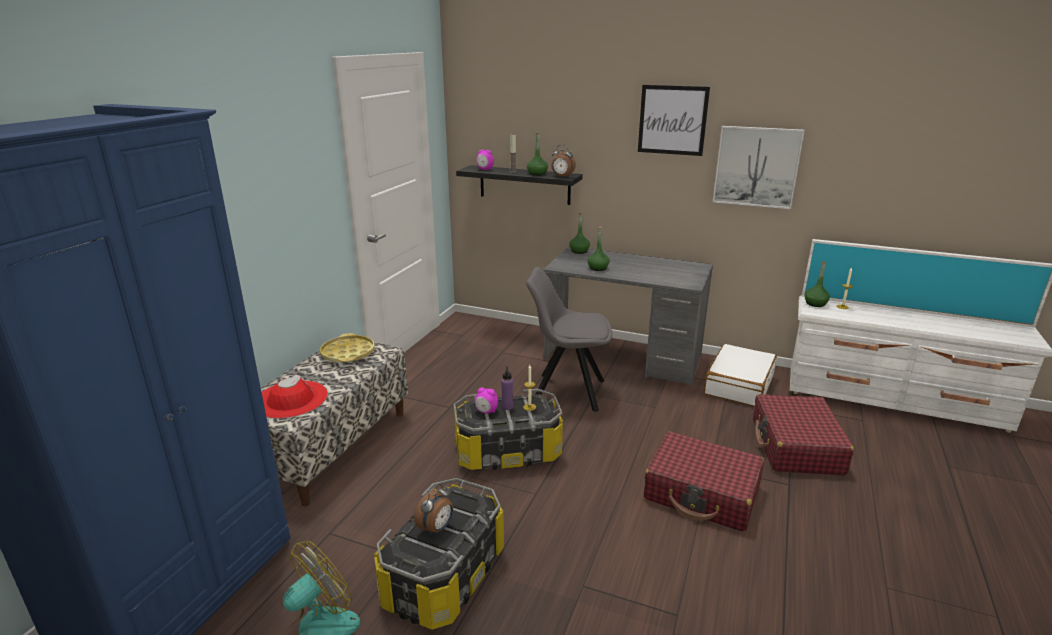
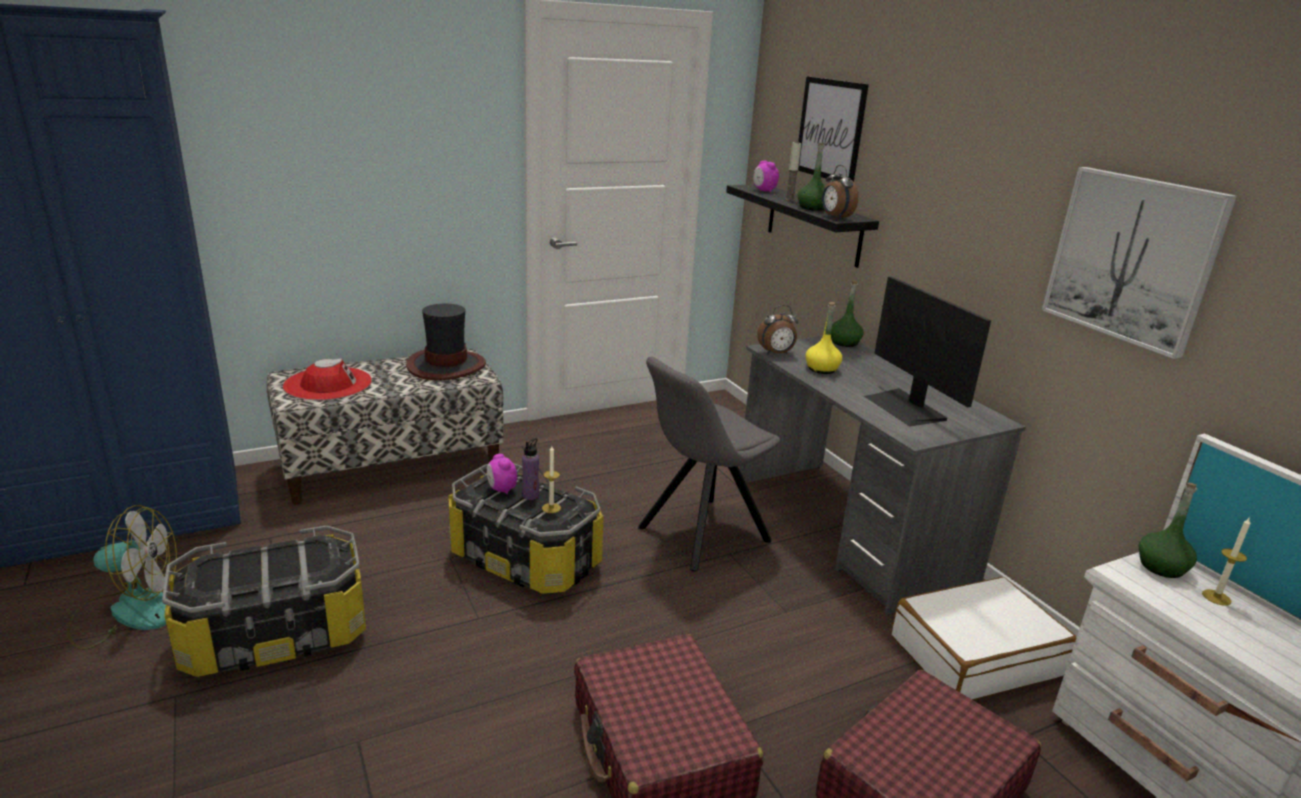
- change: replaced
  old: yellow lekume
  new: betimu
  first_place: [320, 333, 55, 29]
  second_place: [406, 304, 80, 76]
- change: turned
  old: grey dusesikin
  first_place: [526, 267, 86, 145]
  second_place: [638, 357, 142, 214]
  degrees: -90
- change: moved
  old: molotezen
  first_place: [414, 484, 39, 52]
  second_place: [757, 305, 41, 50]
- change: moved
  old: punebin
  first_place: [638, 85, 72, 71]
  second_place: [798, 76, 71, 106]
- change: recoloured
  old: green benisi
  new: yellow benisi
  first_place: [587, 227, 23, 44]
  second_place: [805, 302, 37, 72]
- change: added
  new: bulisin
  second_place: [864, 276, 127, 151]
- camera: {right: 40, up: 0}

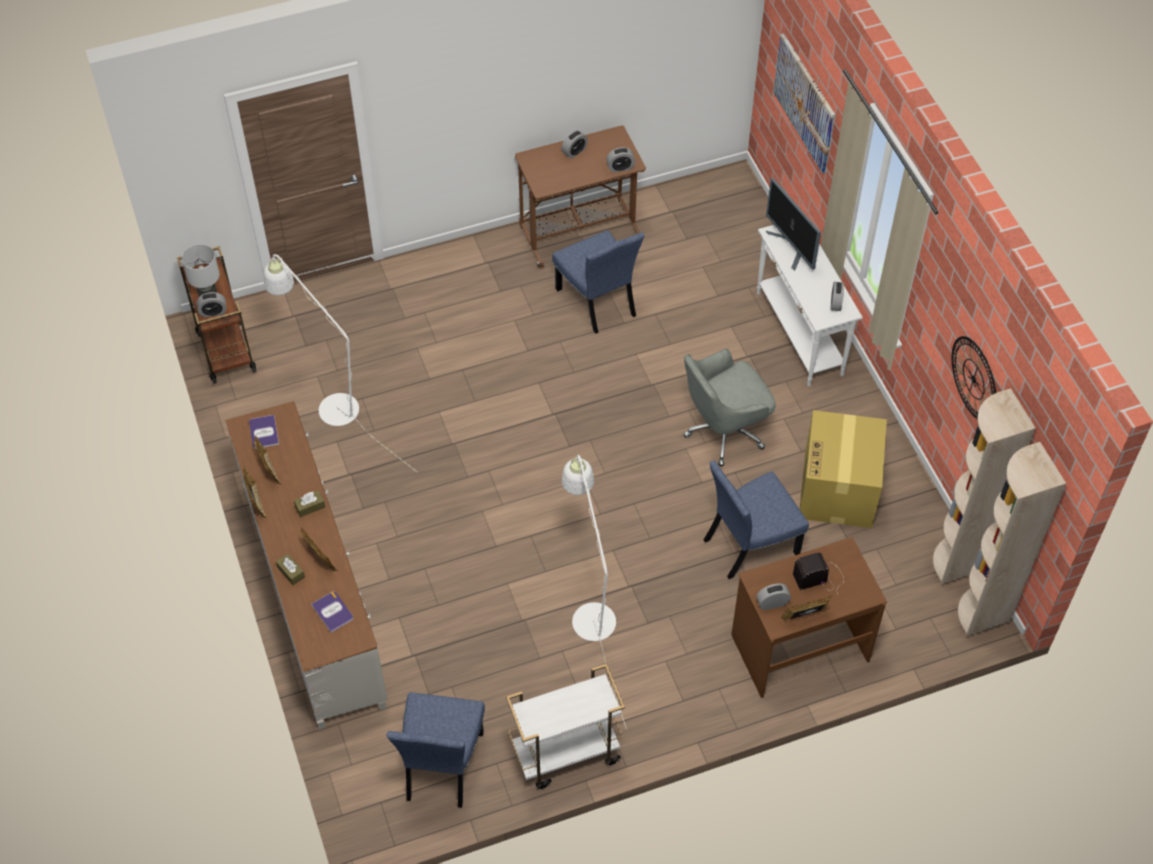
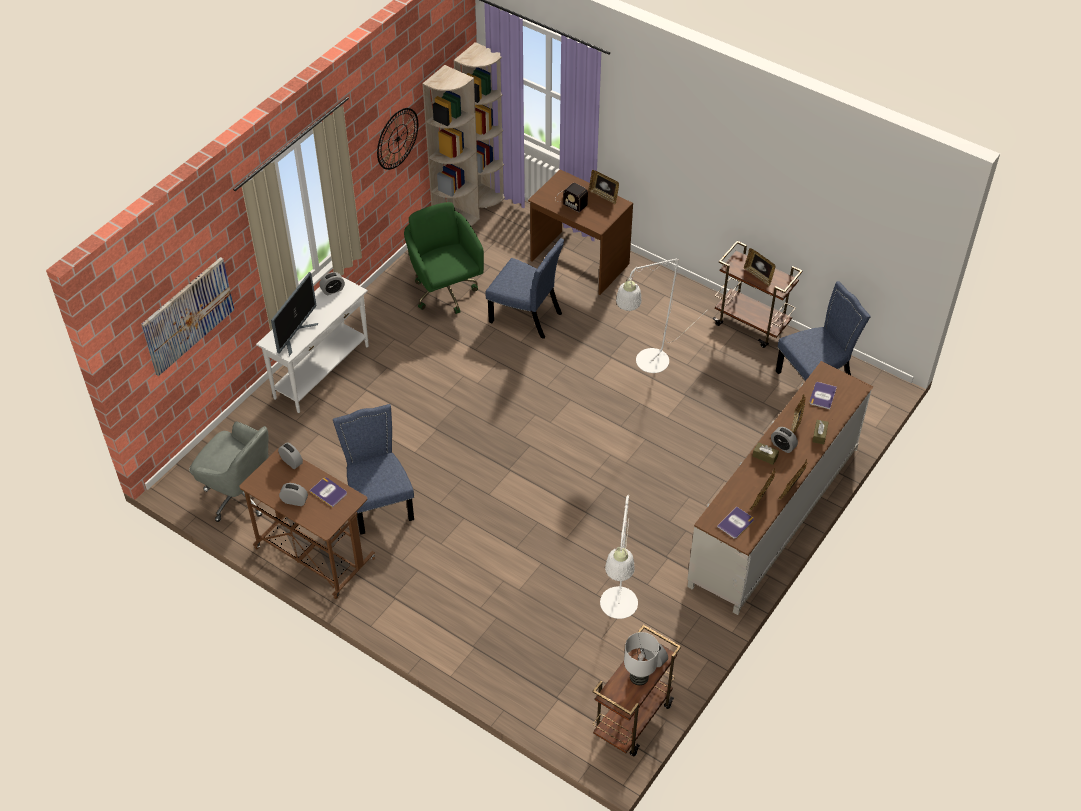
- change: moved
  old: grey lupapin
  first_place: [684, 349, 92, 117]
  second_place: [189, 421, 80, 101]
- change: added
  new: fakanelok
  second_place: [309, 477, 38, 31]
- change: turned
  old: blue dusesikin
  first_place: [552, 230, 92, 104]
  second_place: [333, 404, 81, 131]
  degrees: -45
- change: replaced
  old: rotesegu
  new: green lupapin
  first_place: [800, 410, 87, 118]
  second_place: [404, 202, 80, 112]
- change: recoloured
  old: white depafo
  new: brown depafo
  first_place: [506, 664, 119, 125]
  second_place: [712, 241, 91, 107]
- change: added
  new: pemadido
  second_place: [744, 248, 32, 38]
- change: moved
  old: molotezen
  first_place: [757, 584, 34, 26]
  second_place: [771, 427, 27, 26]
- camera: {right: -125, up: -5}

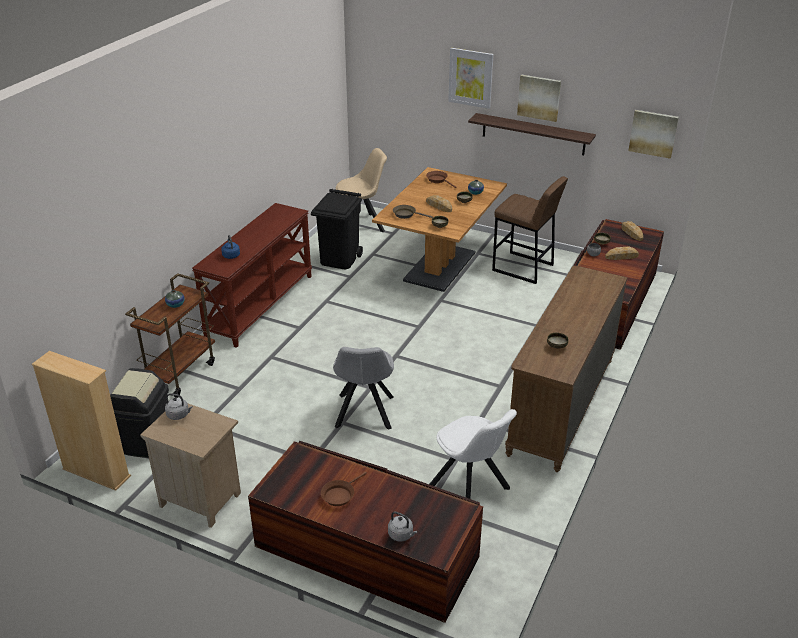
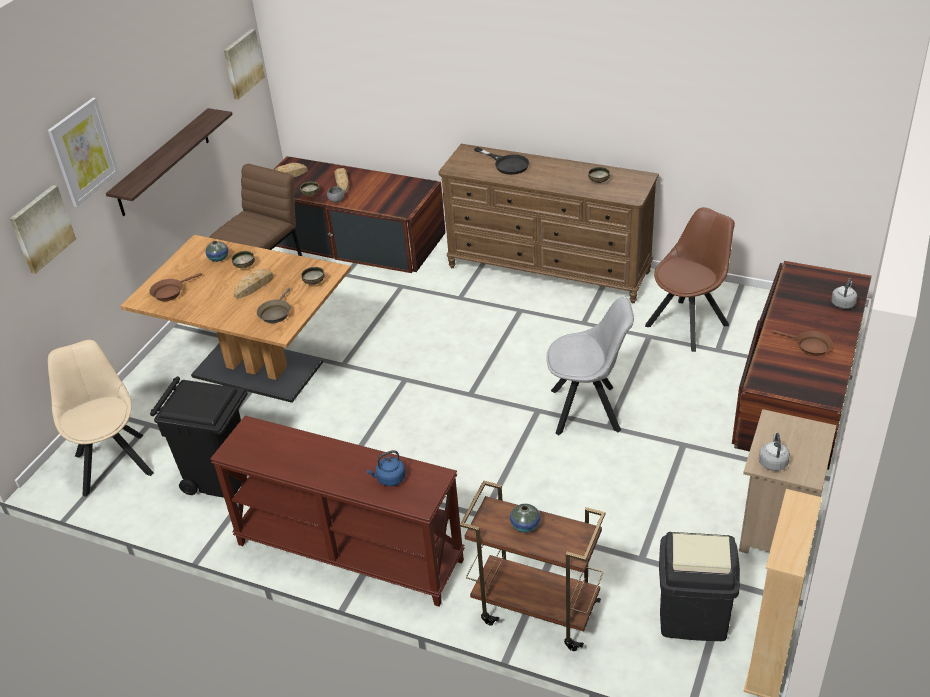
- change: moved
  old: punebin
  first_place: [517, 74, 44, 48]
  second_place: [10, 185, 66, 89]
- change: added
  new: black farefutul
  second_place: [474, 147, 55, 28]
- change: recoloured
  old: white dusesikin
  new: brown dusesikin
  first_place: [429, 409, 88, 90]
  second_place: [645, 207, 90, 145]
- camera: {right: -90, up: 5}

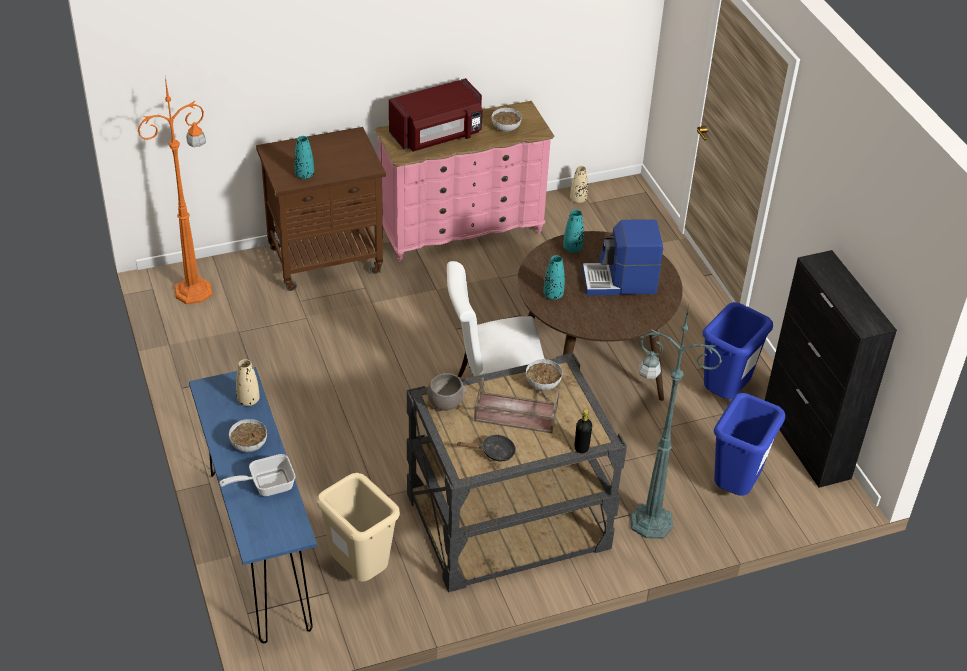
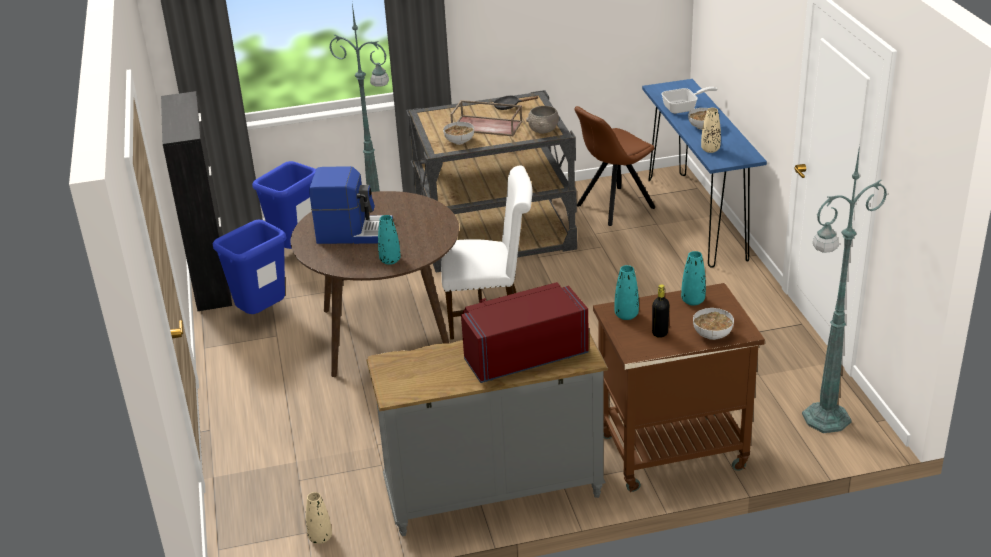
- change: recoloured
  old: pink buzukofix
  new: grey buzukofix
  first_place: [375, 101, 179, 161]
  second_place: [366, 330, 242, 206]
- change: replaced
  old: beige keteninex
  new: brown dusesikin
  first_place: [317, 473, 83, 109]
  second_place: [575, 106, 80, 120]
- change: moved
  old: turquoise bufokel
  first_place: [544, 255, 21, 45]
  second_place: [615, 265, 24, 55]
- change: moved
  old: black benisi
  first_place: [574, 409, 18, 44]
  second_place: [652, 284, 18, 54]
- change: moved
  old: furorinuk
  first_place: [492, 108, 30, 24]
  second_place: [693, 308, 41, 32]
- change: recoloured
  old: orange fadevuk
  new: green fadevuk
  first_place: [137, 77, 76, 227]
  second_place: [802, 145, 85, 288]
- camera: {right: -170, up: -10}

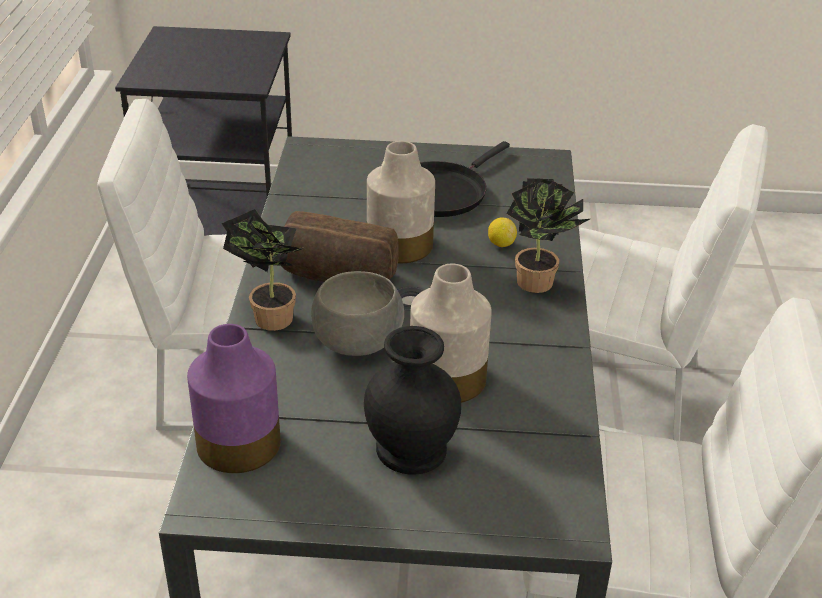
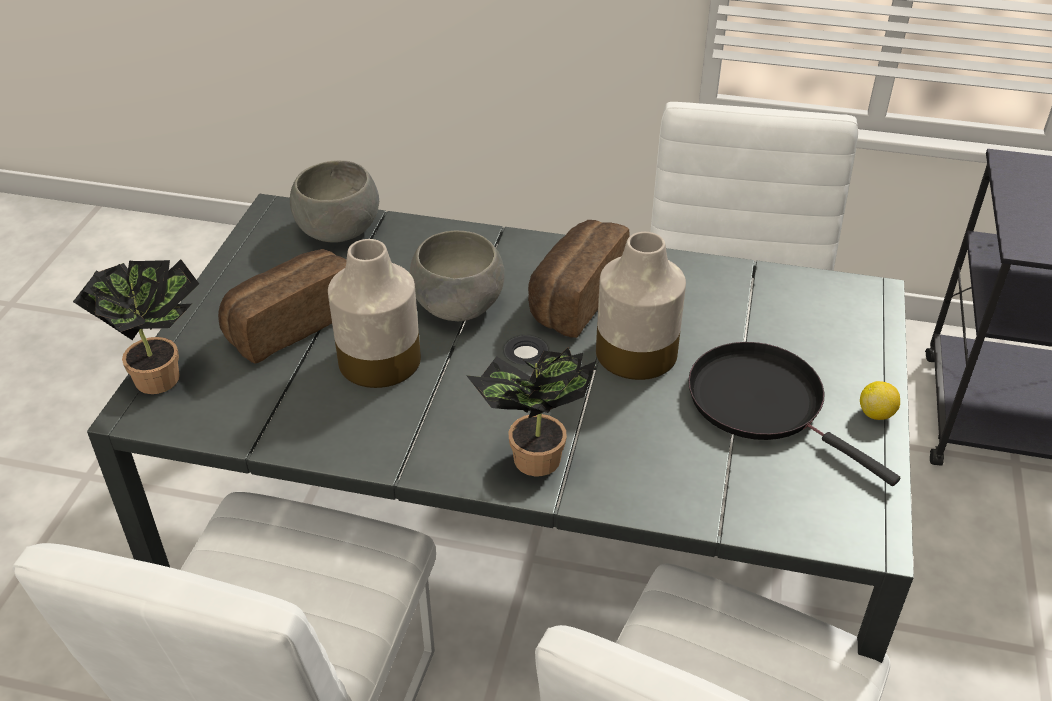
- change: moved
  old: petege
  first_place: [221, 209, 83, 122]
  second_place: [73, 259, 126, 135]
- change: replaced
  old: black bufokel
  new: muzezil
  first_place: [364, 326, 97, 148]
  second_place: [218, 249, 129, 115]
- change: replaced
  old: purple bufokel
  new: grey furorinuk
  first_place: [187, 324, 94, 149]
  second_place: [290, 160, 89, 83]
- change: moved
  old: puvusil
  first_place: [488, 218, 29, 29]
  second_place: [860, 381, 40, 39]
- camera: {right: 100, up: 5}

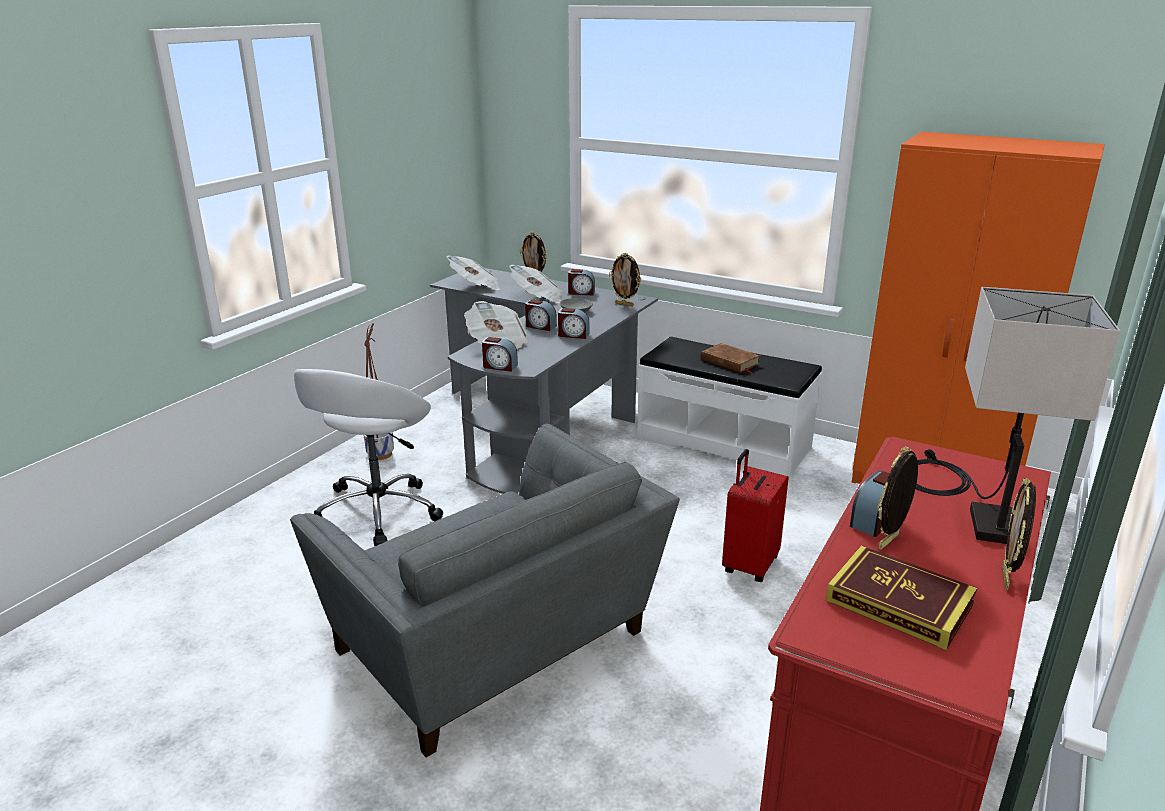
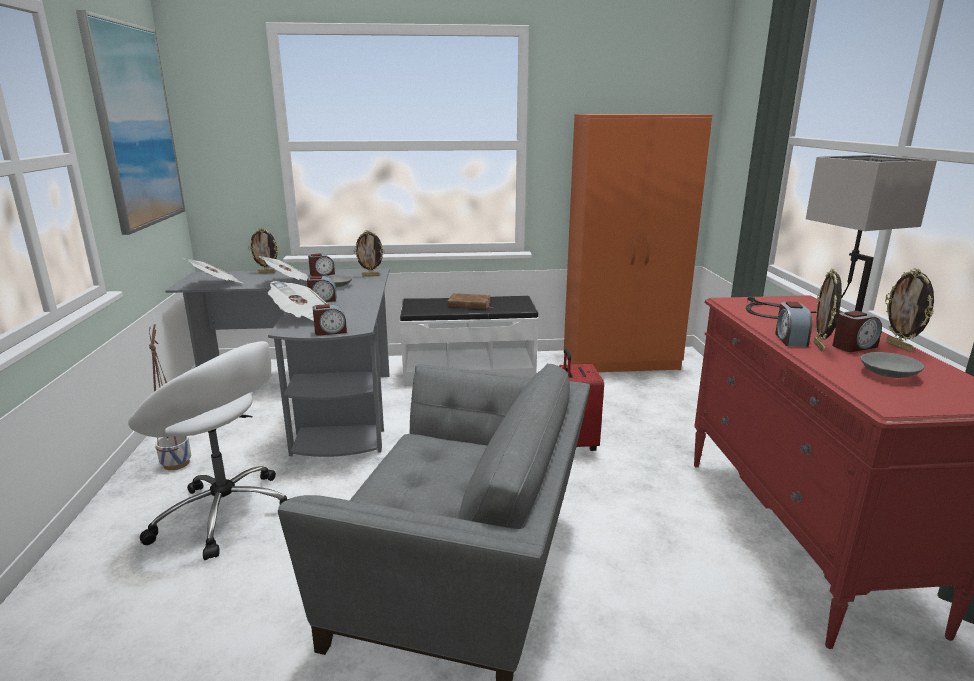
- change: added
  new: punebin
  second_place: [76, 10, 109, 225]
- change: turned
  old: white lupapin
  first_place: [294, 369, 149, 177]
  second_place: [128, 341, 161, 219]
  degrees: -45
- change: moved
  old: molotezen
  first_place: [558, 308, 31, 31]
  second_place: [832, 311, 50, 41]
- change: replaced
  old: fakanelok
  new: grey furorinuk
  first_place: [826, 546, 151, 104]
  second_place: [860, 352, 64, 26]
- camera: {right: -35, up: -5}

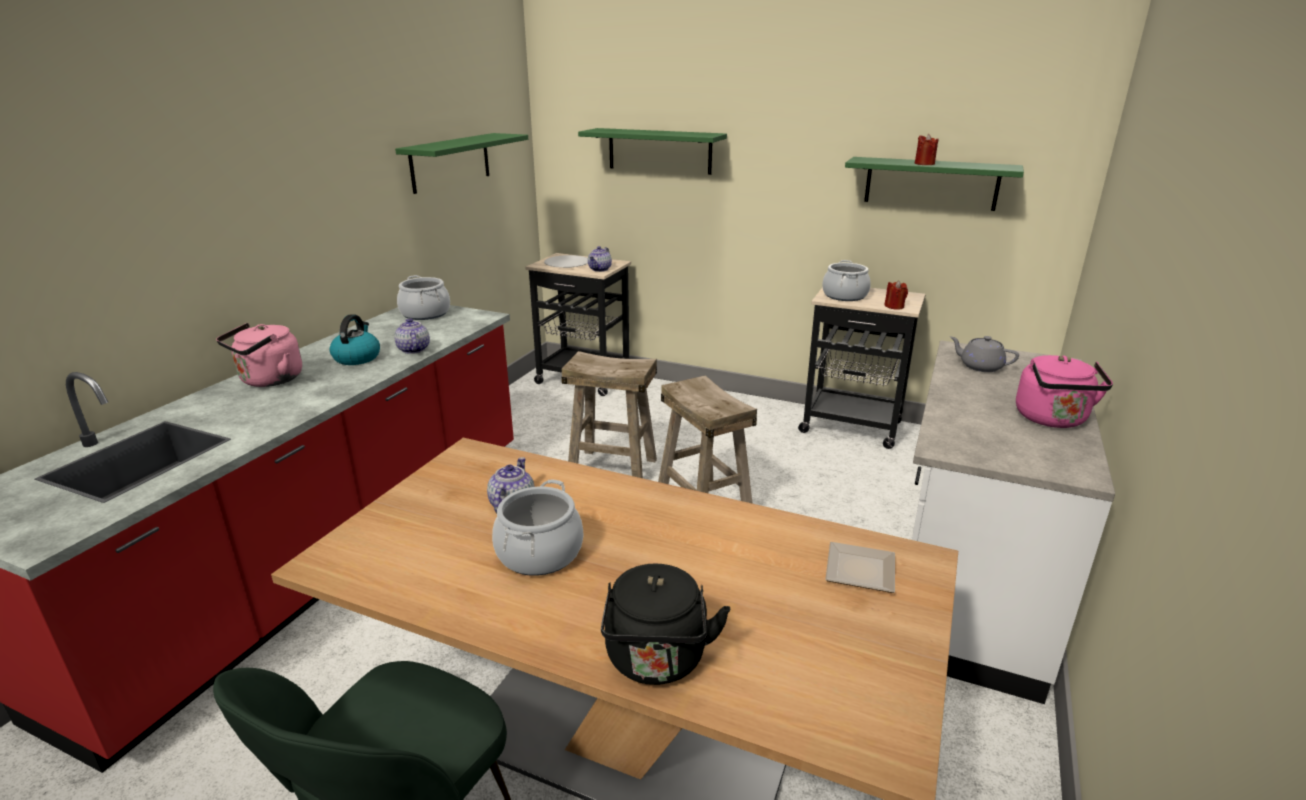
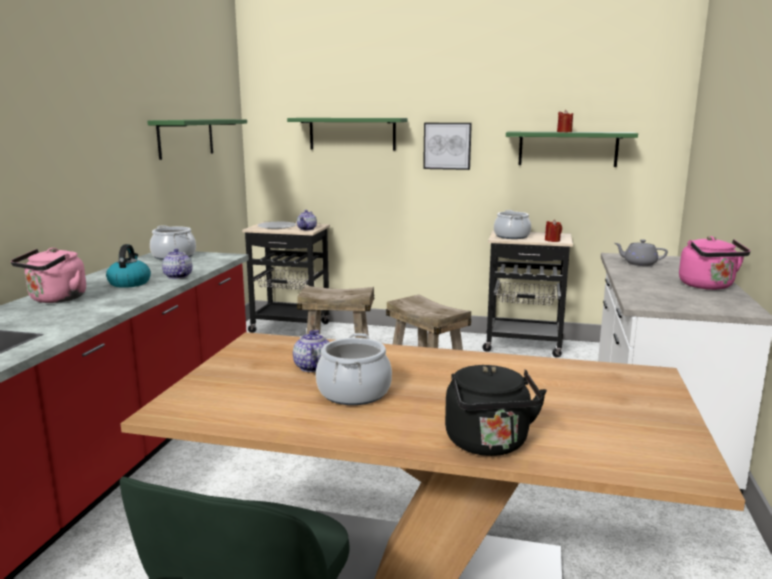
- change: added
  new: punebin
  second_place: [423, 123, 49, 47]
- change: removed
  old: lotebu
  first_place: [825, 542, 70, 51]
- camera: {right: -10, up: -10}

